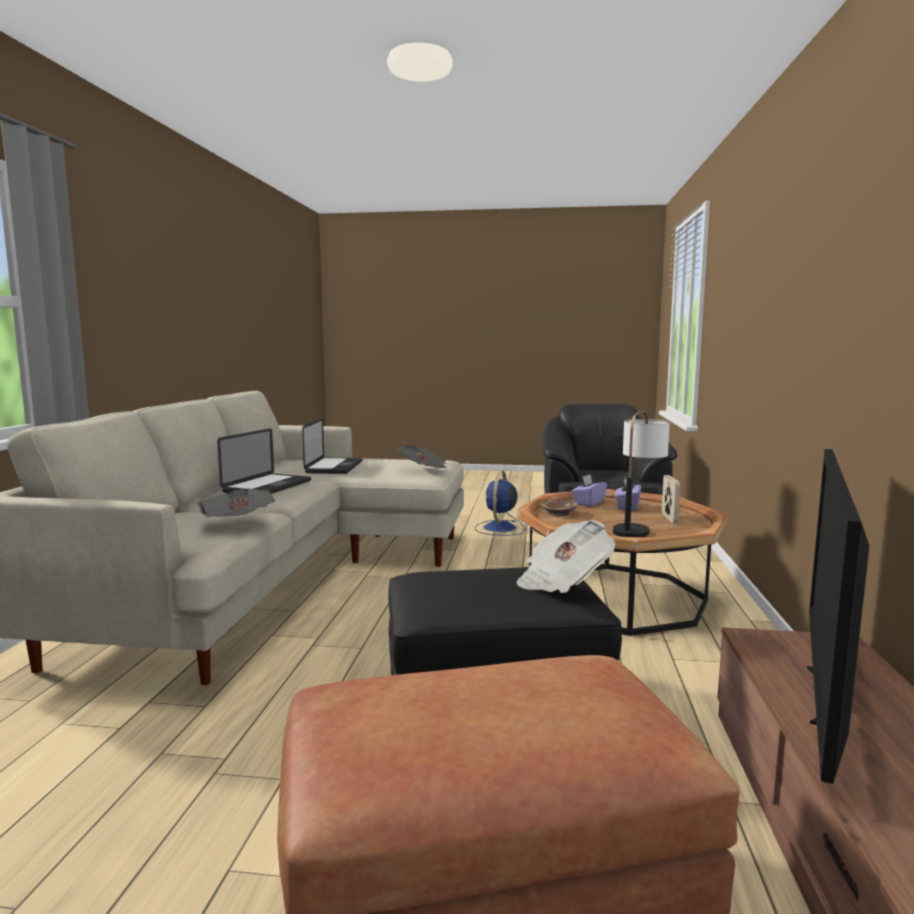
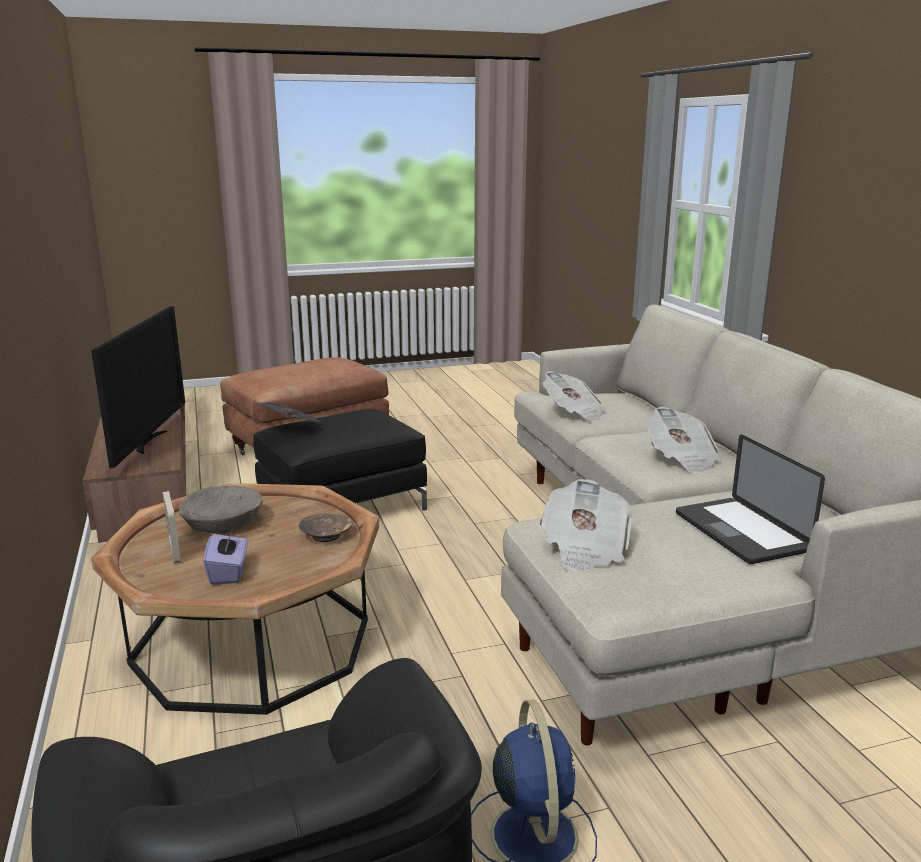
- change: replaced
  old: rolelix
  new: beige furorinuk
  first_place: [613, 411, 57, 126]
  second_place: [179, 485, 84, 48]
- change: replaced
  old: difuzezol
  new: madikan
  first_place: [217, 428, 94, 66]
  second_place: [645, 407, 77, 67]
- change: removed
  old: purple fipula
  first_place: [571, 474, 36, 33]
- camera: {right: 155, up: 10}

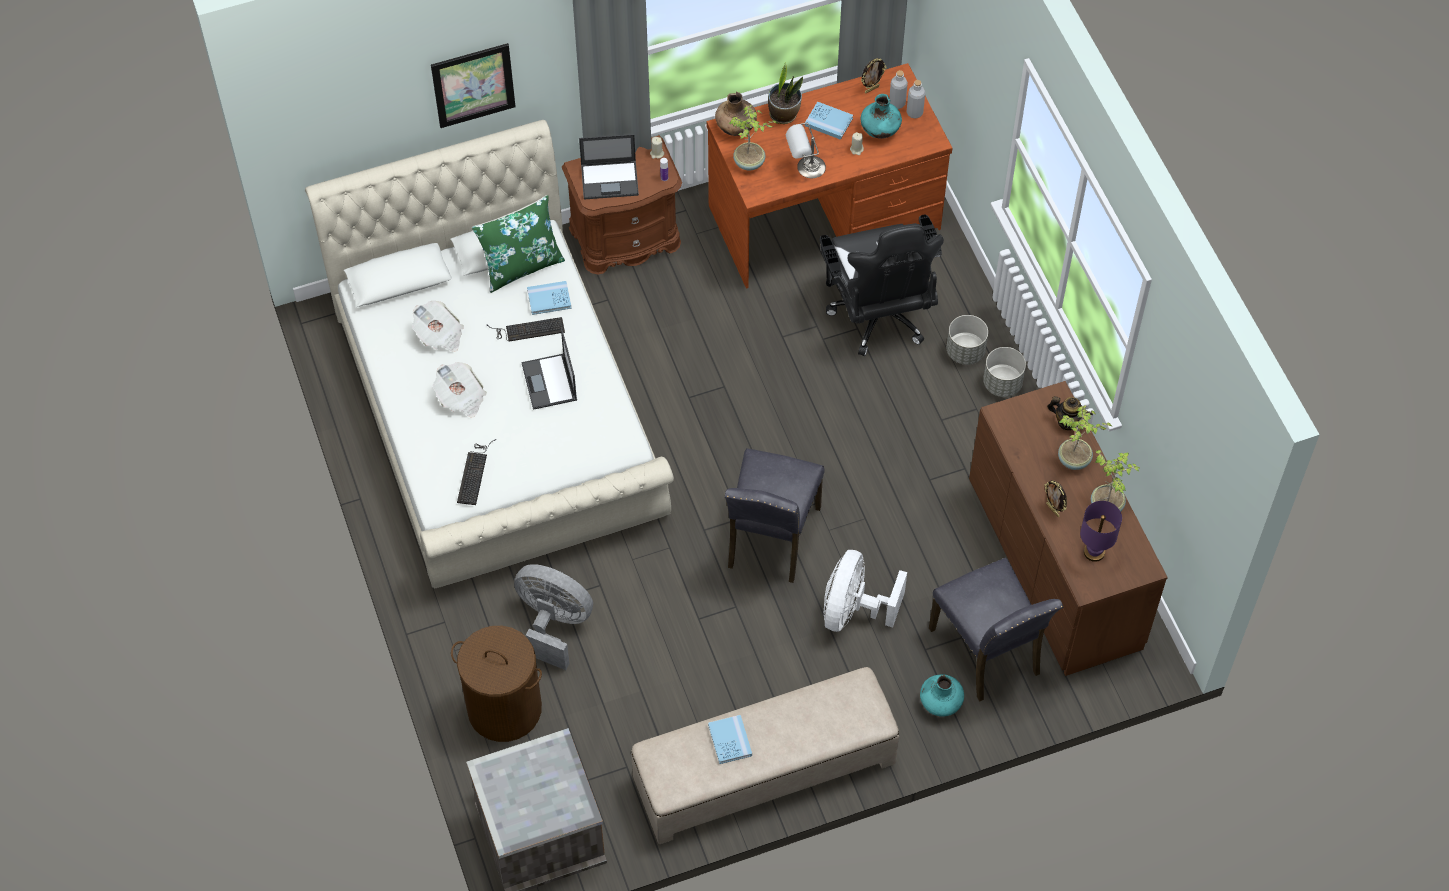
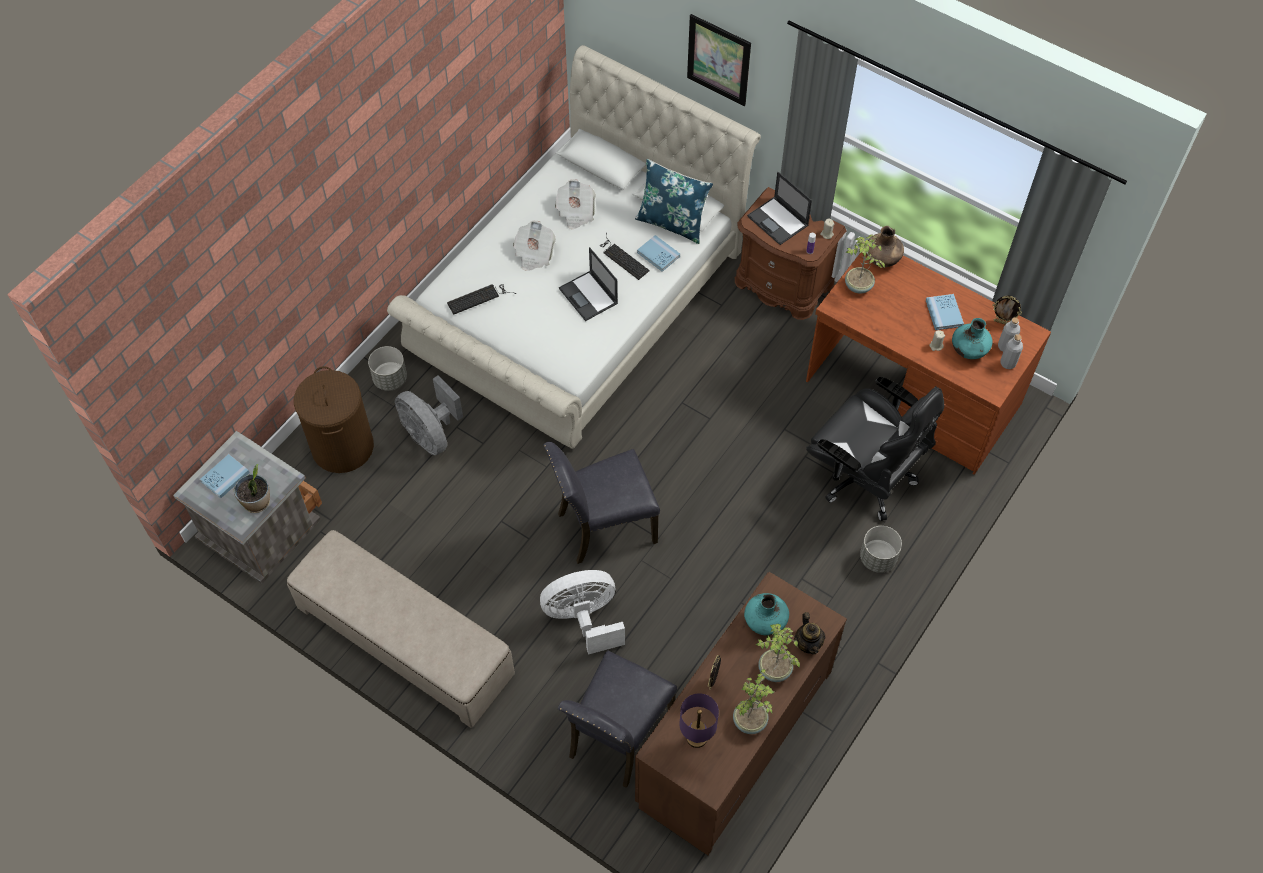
- change: moved
  old: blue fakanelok
  first_place: [708, 715, 44, 49]
  second_place: [200, 454, 50, 44]
- change: moved
  old: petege
  first_place: [768, 62, 35, 62]
  second_place: [234, 464, 36, 49]
- change: moved
  old: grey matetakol
  first_place: [983, 347, 43, 50]
  second_place: [368, 346, 39, 45]
- change: turned
  old: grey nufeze
  first_place: [514, 564, 79, 106]
  second_place: [395, 375, 68, 80]
  degrees: 150
- change: turned
  old: difuzezol
  first_place: [521, 329, 56, 81]
  second_place: [559, 247, 59, 74]
  degrees: -75
- change: recoloured
  old: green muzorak
  new: blue muzorak
  first_place: [472, 195, 93, 98]
  second_place: [635, 159, 78, 85]
- change: moved
  old: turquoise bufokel
  first_place: [920, 674, 44, 43]
  second_place: [744, 593, 45, 42]
- change: turned
  old: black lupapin
  first_place: [820, 215, 124, 141]
  second_place: [806, 377, 138, 144]
  degrees: -90
- change: removed
  old: white rolelix
  first_place: [786, 123, 40, 55]
- camera: {right: 55, up: 0}

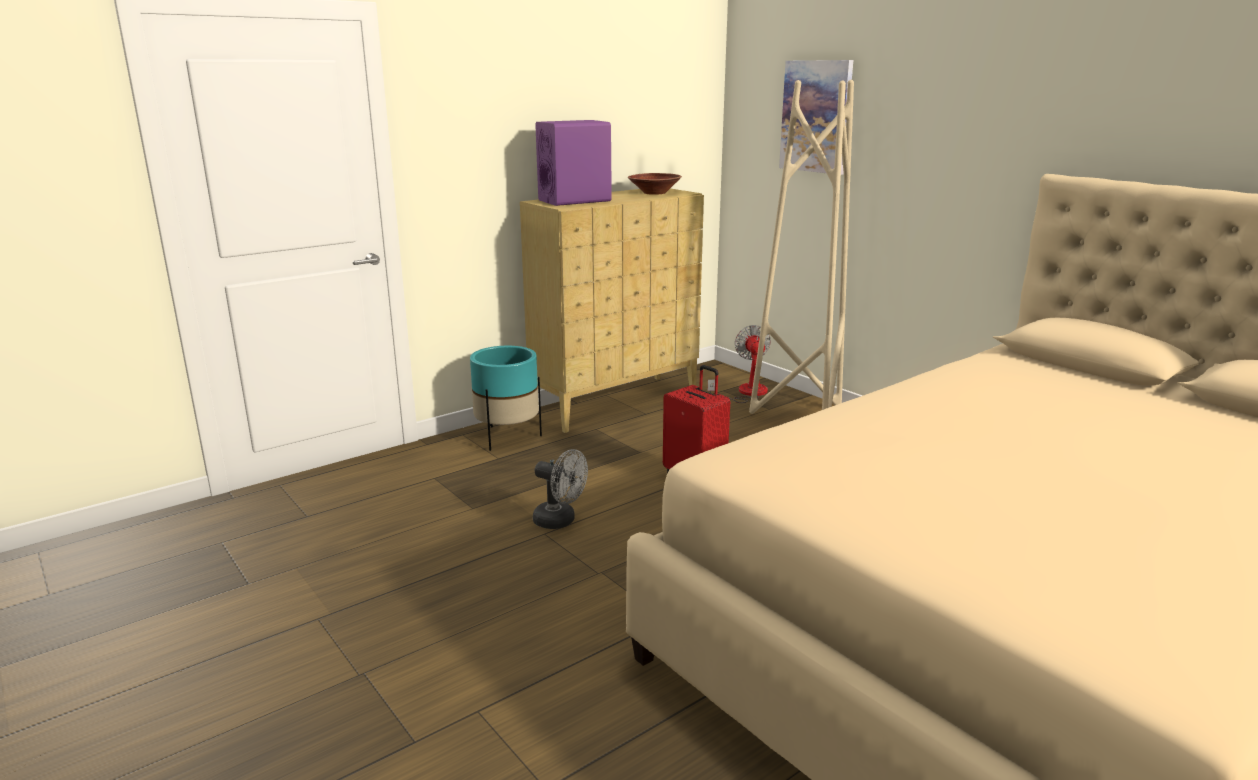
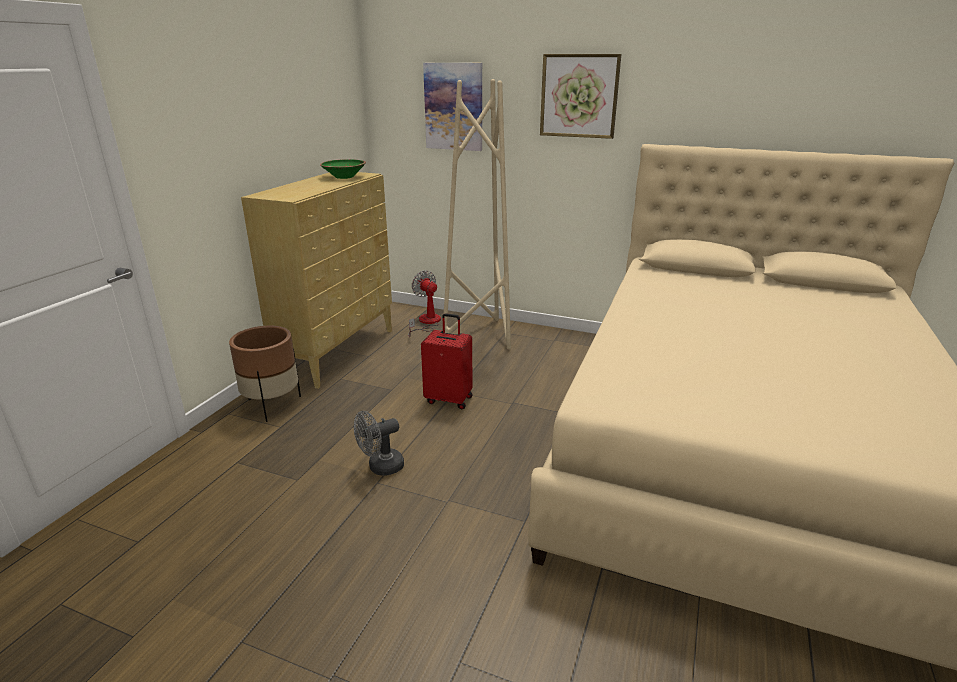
- change: recoloured
  old: turquoise matetakol
  new: brown matetakol
  first_place: [470, 346, 72, 105]
  second_place: [229, 326, 72, 96]
- change: recoloured
  old: brown furorinuk
  new: green furorinuk
  first_place: [628, 173, 54, 22]
  second_place: [320, 159, 46, 20]
- change: turned
  old: grey nufeze
  first_place: [533, 449, 55, 80]
  second_place: [354, 411, 50, 64]
  degrees: 150
- change: added
  new: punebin
  second_place: [540, 54, 81, 85]
- change: removed
  old: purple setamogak
  first_place: [535, 120, 77, 86]
- camera: {right: -30, up: 5}

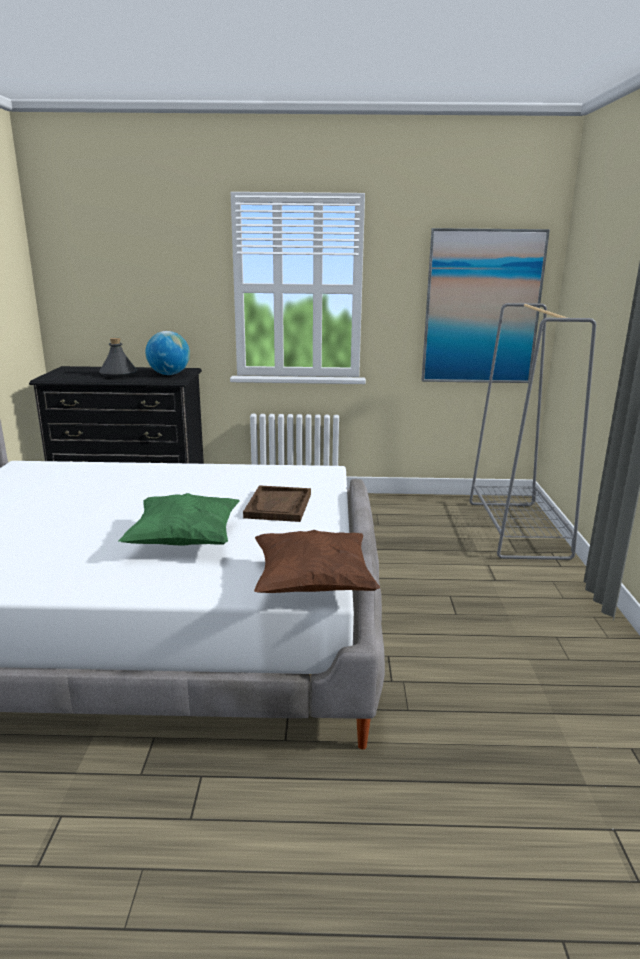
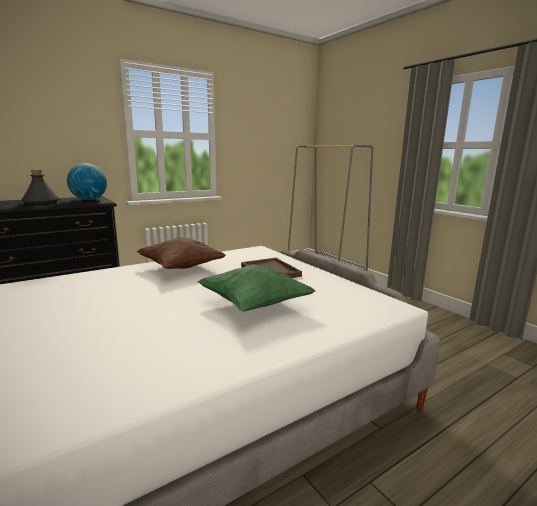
- change: moved
  old: brown muzorak
  first_place: [254, 530, 126, 63]
  second_place: [136, 237, 90, 32]
- change: removed
  old: punebin
  first_place: [422, 228, 128, 155]
- camera: {right: -35, up: -5}

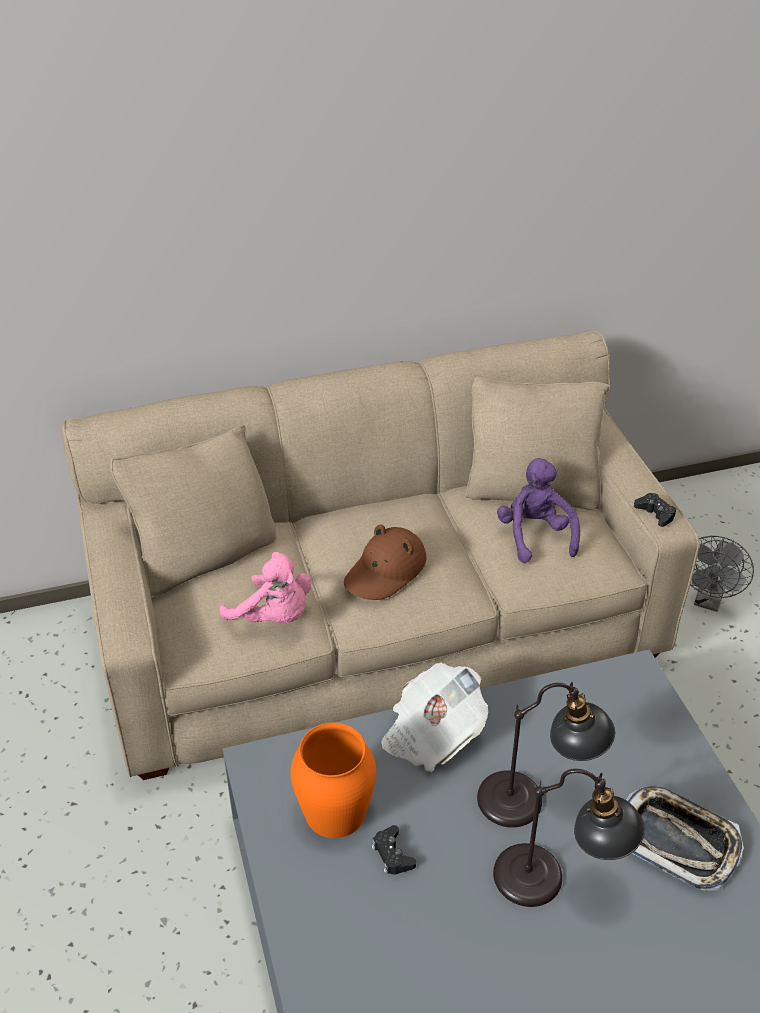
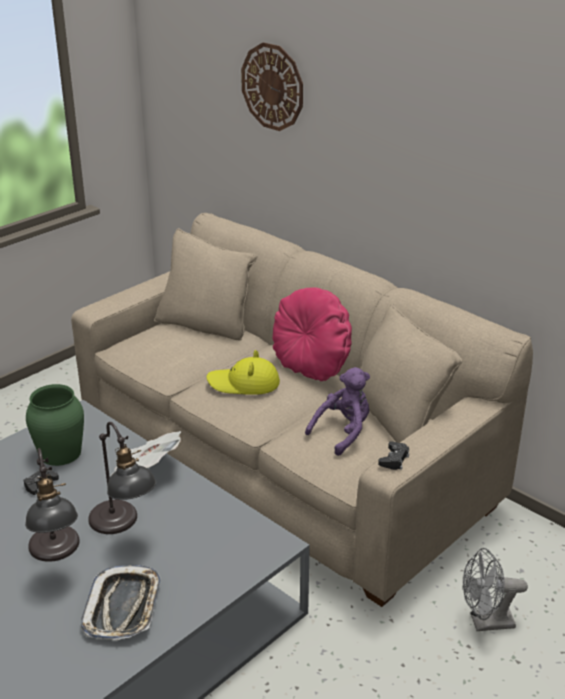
- change: recoloured
  old: orange bufokel
  new: green bufokel
  first_place: [290, 722, 86, 116]
  second_place: [26, 384, 58, 82]
- change: recoloured
  old: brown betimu
  new: yellow betimu
  first_place: [344, 525, 82, 75]
  second_place: [206, 350, 74, 45]
- change: added
  new: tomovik
  second_place: [241, 42, 62, 89]
- change: added
  new: pink muzorak
  second_place: [272, 287, 80, 94]
- change: removed
  old: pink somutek
  first_place: [220, 552, 91, 71]
- camera: {right: 60, up: -10}

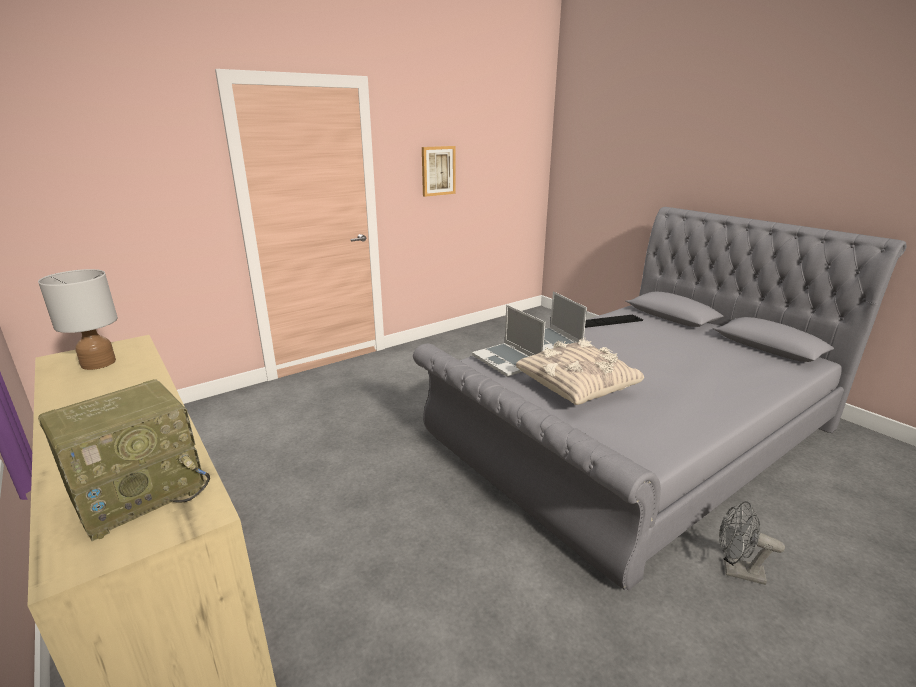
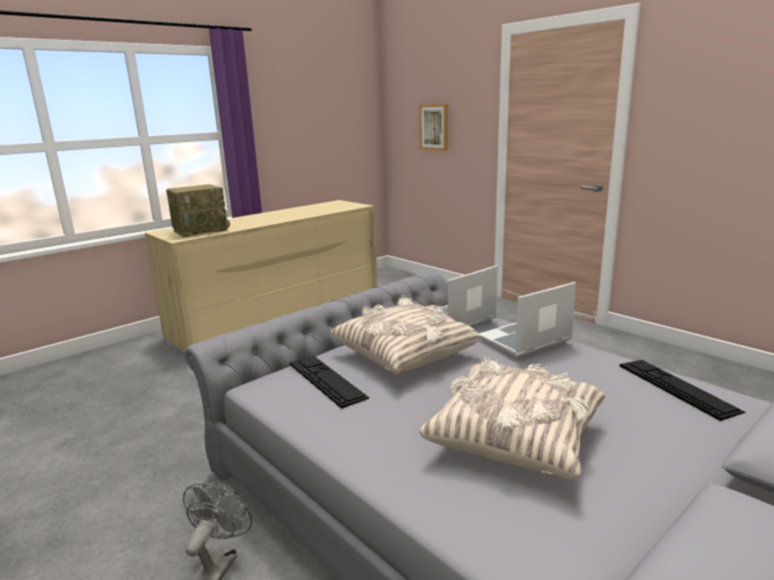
- change: turned
  old: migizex
  first_place: [38, 379, 172, 162]
  second_place: [166, 184, 64, 53]
  degrees: -75
- change: added
  new: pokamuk
  second_place: [289, 356, 80, 53]
- change: moved
  old: punebin
  first_place: [422, 146, 34, 51]
  second_place: [419, 104, 29, 47]
- change: added
  new: beige muzorak
  second_place: [420, 357, 185, 123]
- change: removed
  old: grey rolelix
  first_place: [38, 269, 80, 101]
- camera: {right: 85, up: -5}

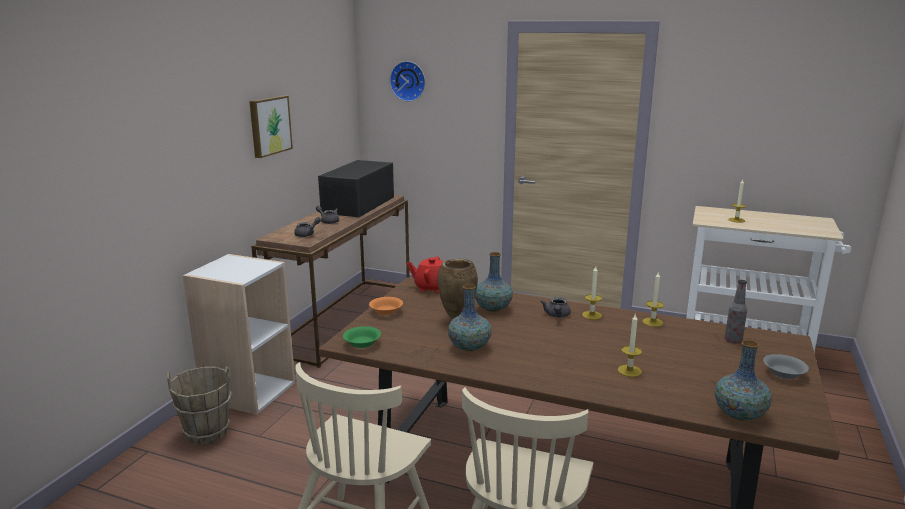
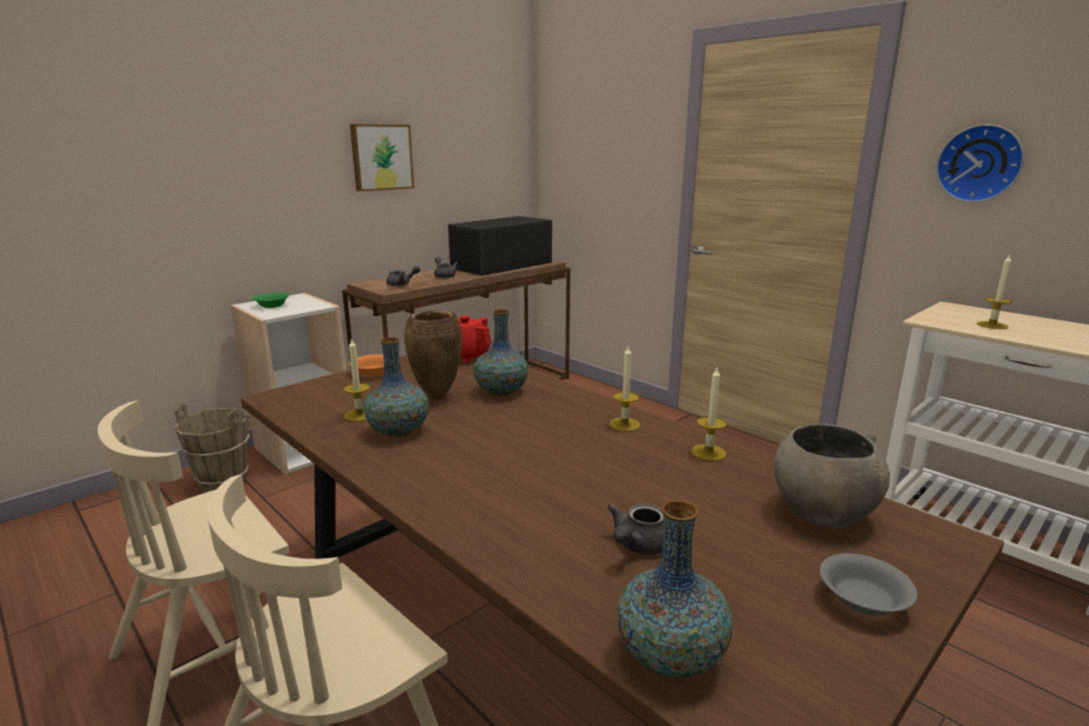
- change: moved
  old: green furorinuk
  first_place: [343, 326, 38, 22]
  second_place: [252, 293, 38, 15]
- change: moved
  old: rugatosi
  first_place: [618, 313, 24, 64]
  second_place: [343, 338, 27, 83]
- change: moved
  old: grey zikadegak
  first_place: [541, 297, 30, 21]
  second_place: [607, 504, 57, 51]
- change: replaced
  old: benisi
  new: grey furorinuk
  first_place: [725, 280, 22, 64]
  second_place: [774, 423, 116, 105]
- change: moved
  old: tomovik
  first_place: [390, 61, 35, 41]
  second_place: [936, 124, 88, 79]
- camera: {right: 25, up: 0}

